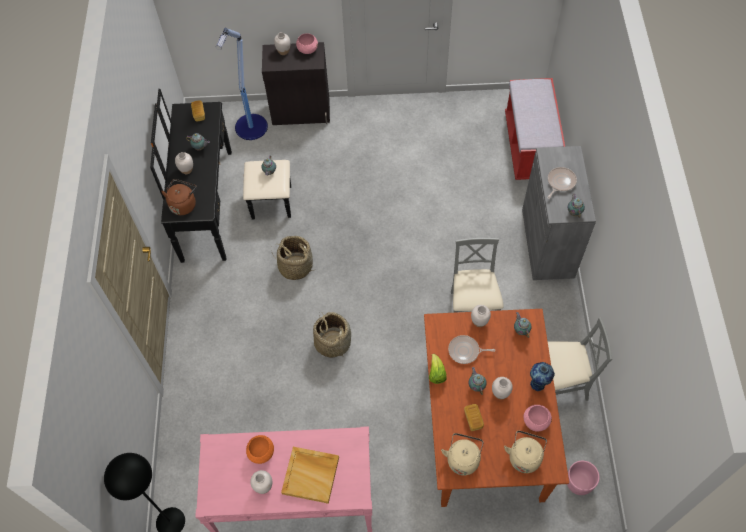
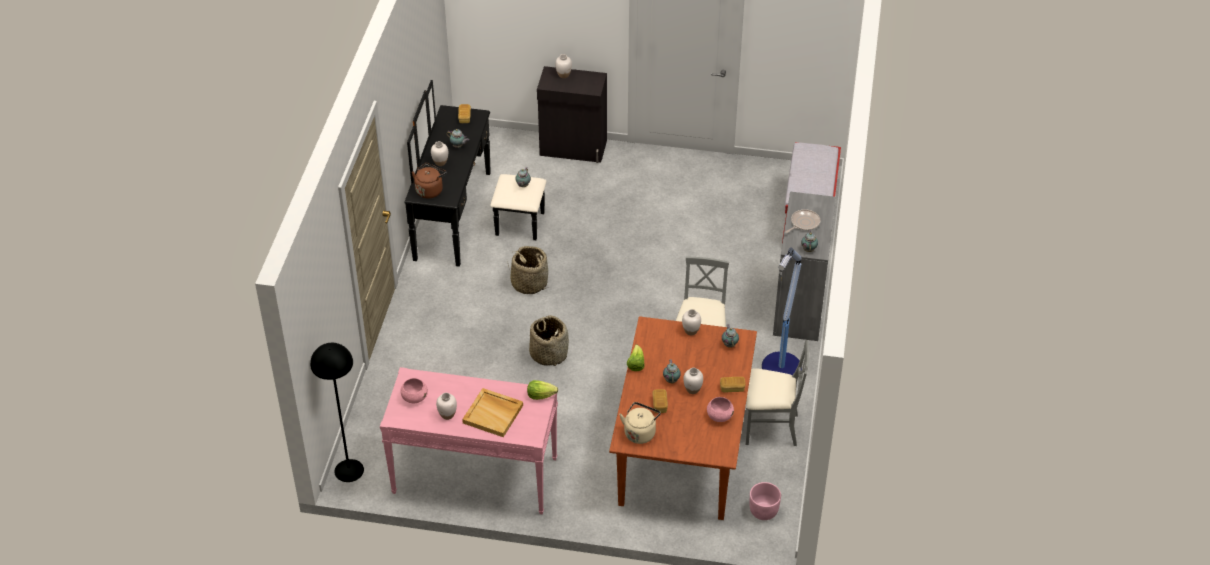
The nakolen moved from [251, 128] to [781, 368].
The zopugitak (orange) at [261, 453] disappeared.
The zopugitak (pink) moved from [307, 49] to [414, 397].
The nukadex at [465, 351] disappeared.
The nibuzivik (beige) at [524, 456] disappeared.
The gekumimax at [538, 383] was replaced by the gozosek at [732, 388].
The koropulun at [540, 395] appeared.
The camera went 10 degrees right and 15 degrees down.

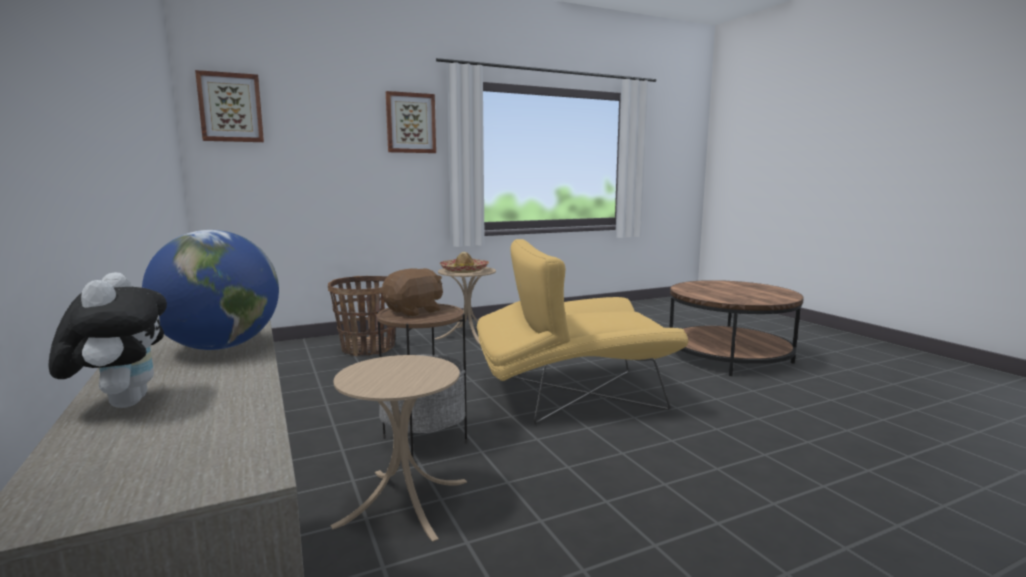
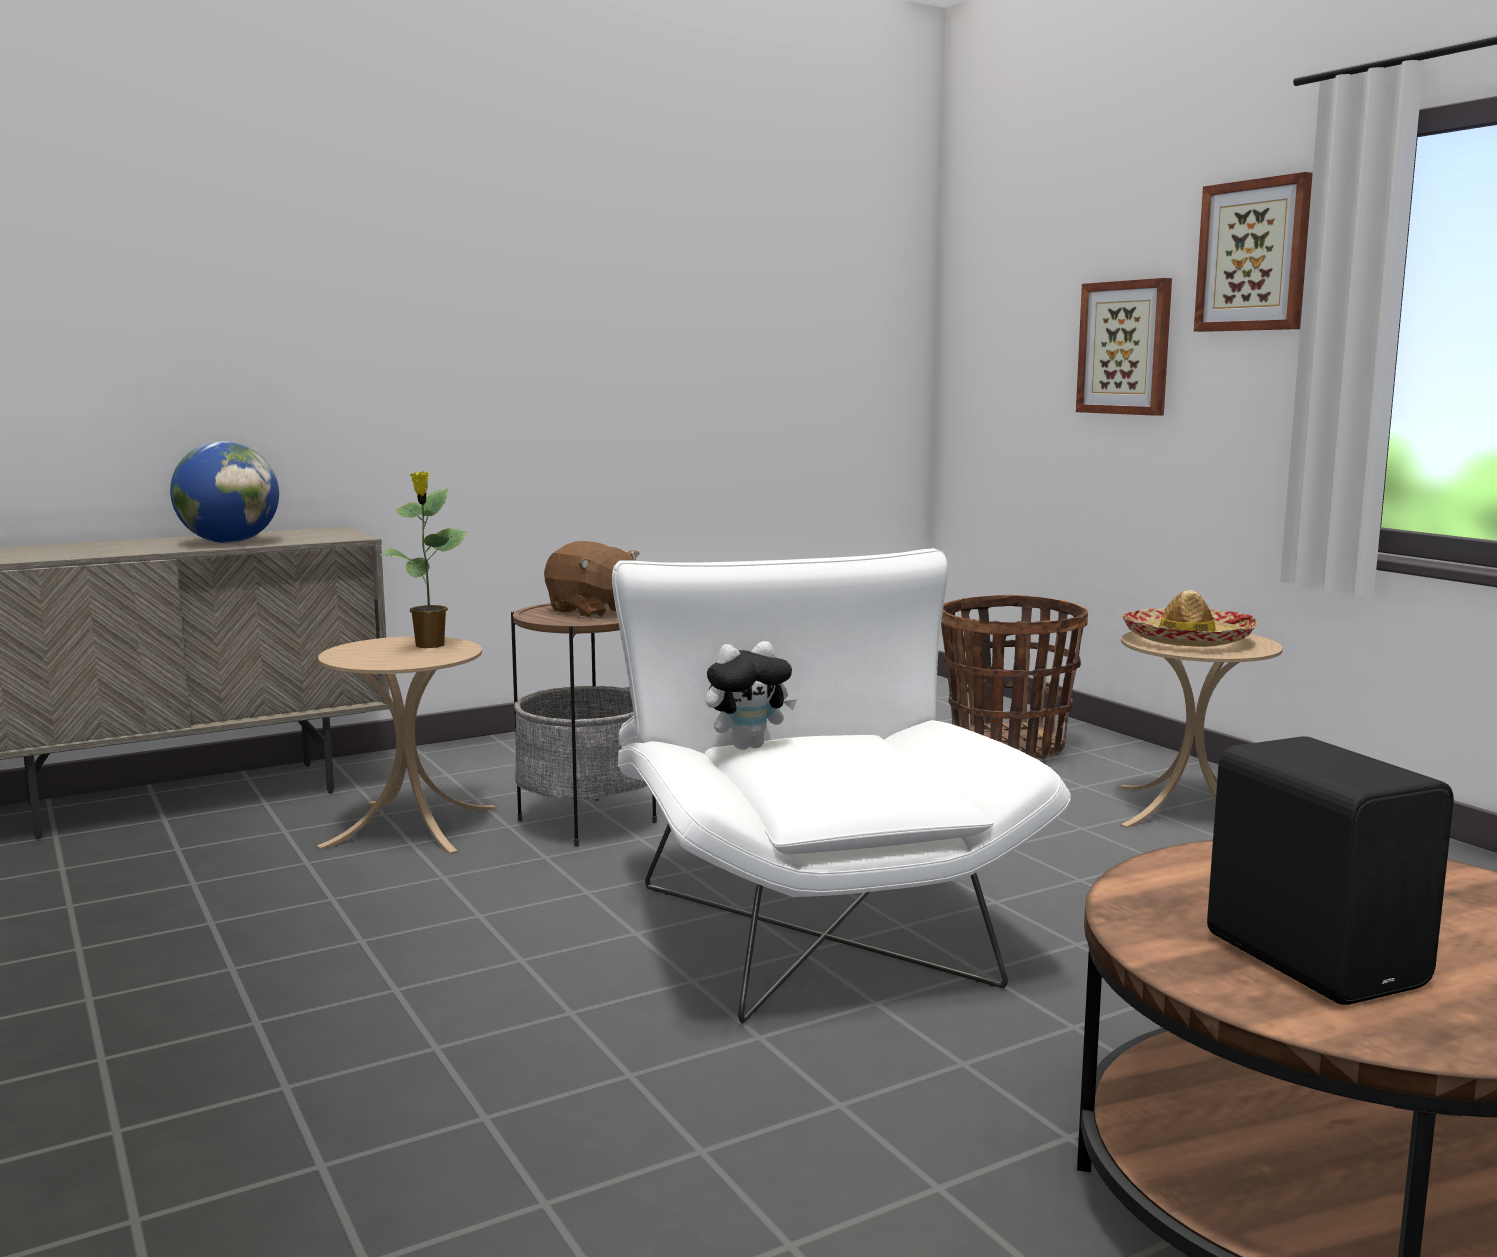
The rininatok moved from [122, 403] to [748, 746].
The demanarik moved from [230, 107] to [1125, 348].
The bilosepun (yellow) at [571, 395] became the bilosepun (white) at [809, 919].
The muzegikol at [430, 645] appeared.
The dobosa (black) at [1316, 959] appeared.
The camera went 85 degrees right and 0 degrees up.

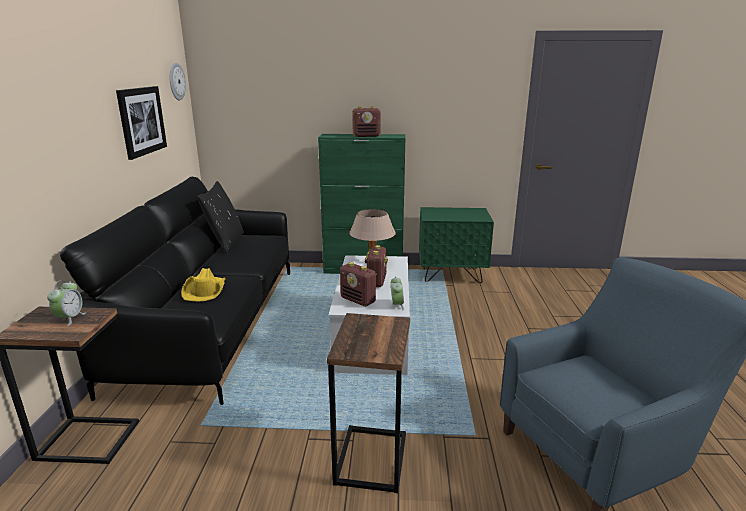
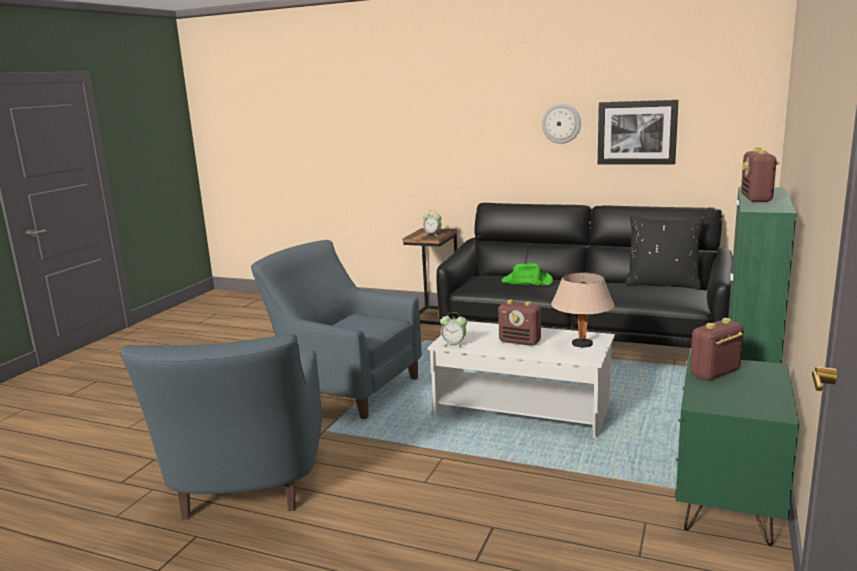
The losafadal moved from [176, 81] to [561, 123].
The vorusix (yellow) at [205, 290] became the vorusix (green) at [526, 281].
The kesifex at [370, 458] was replaced by the bilosepun (blue) at [343, 388].
The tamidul moved from [358, 300] to [714, 373].
The camera went 110 degrees right and 5 degrees down.

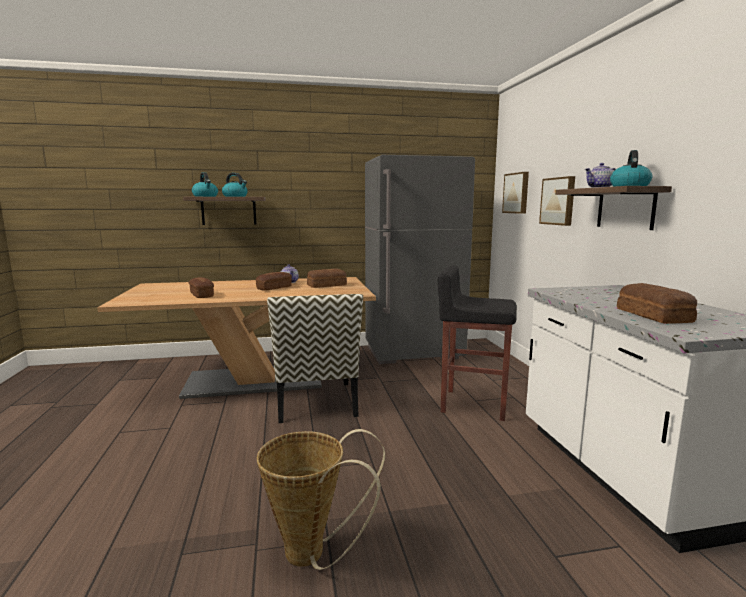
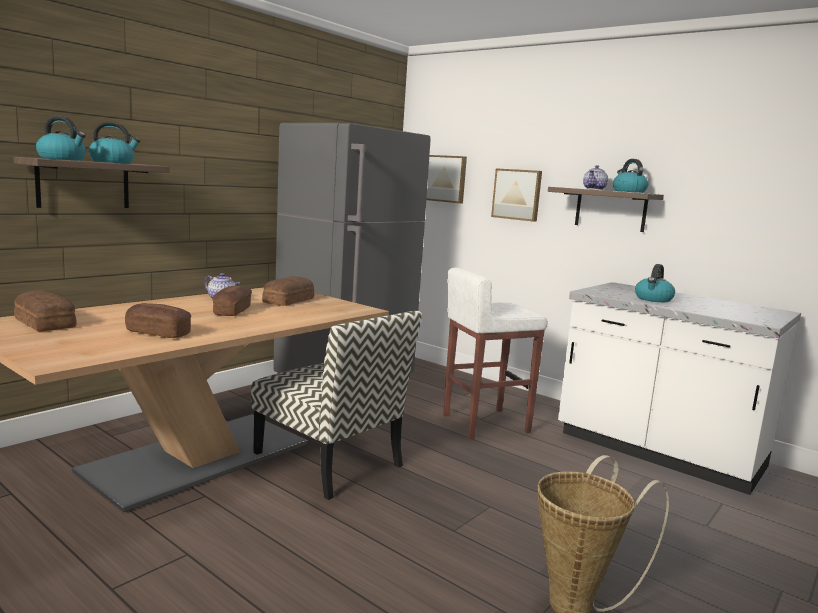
The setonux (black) at [473, 404] became the setonux (white) at [483, 423].
The gozosek moved from [653, 315] to [46, 323].
The nibuzivik at [653, 299] appeared.
The camera went 40 degrees left and 0 degrees up.

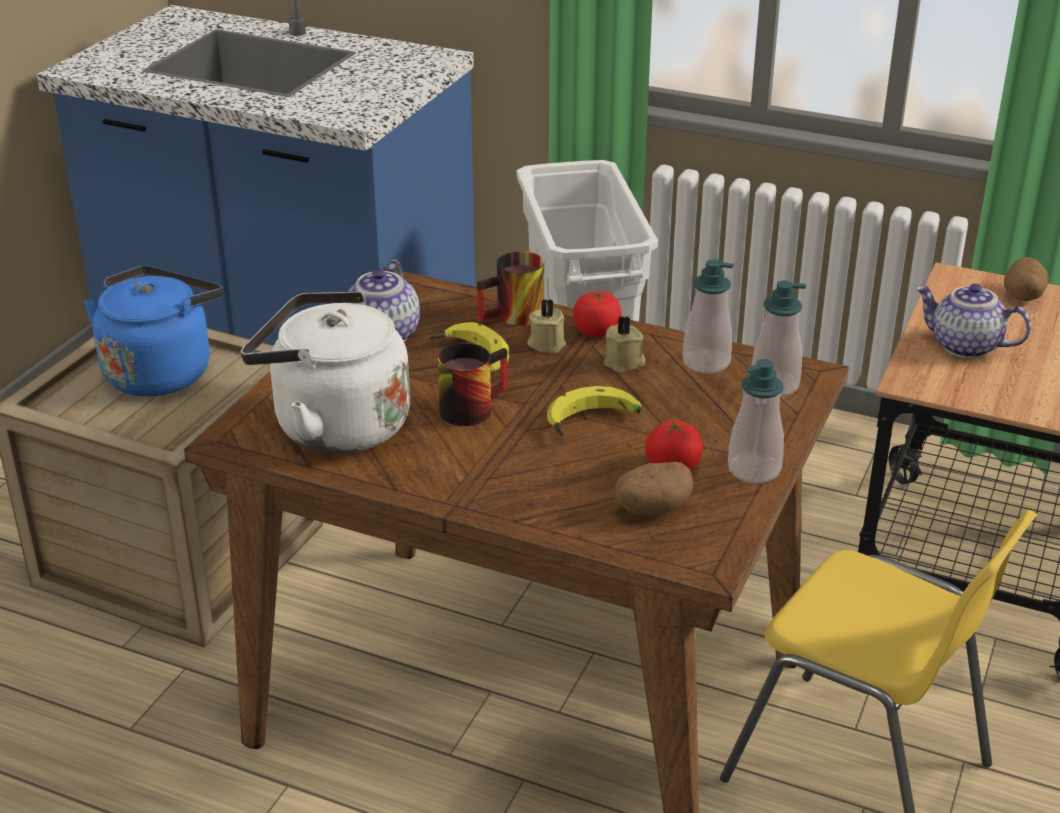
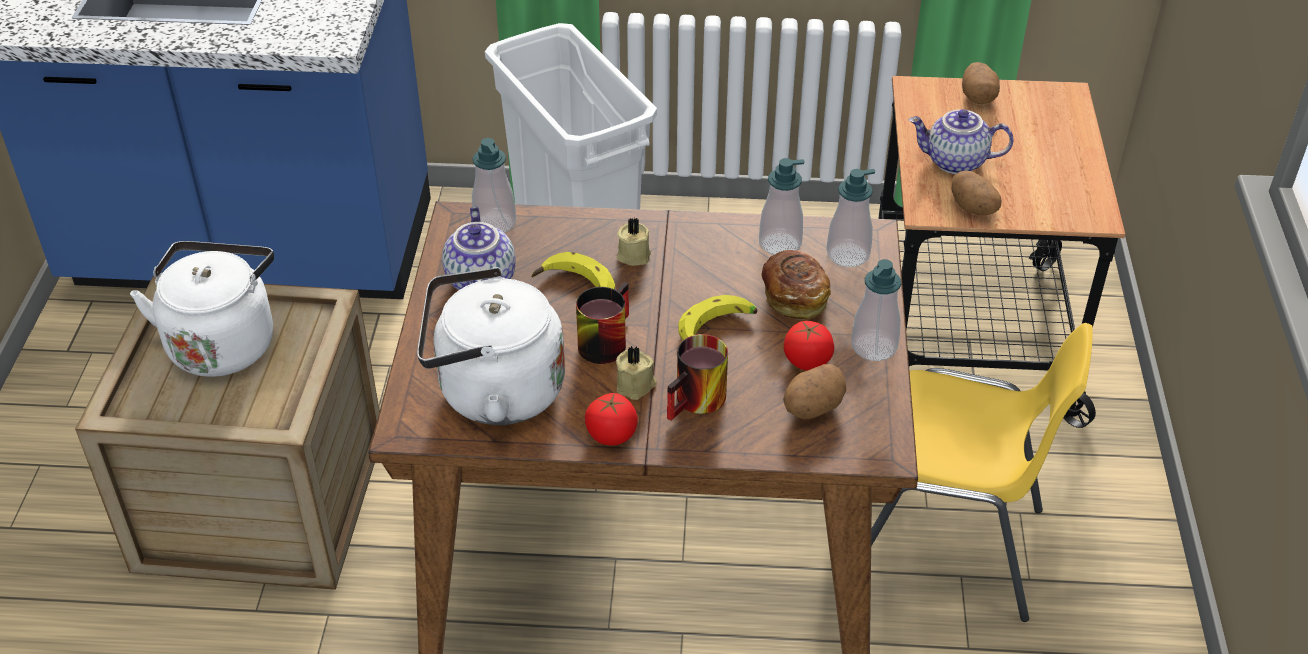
The nibuzivik (blue) at [161, 371] became the nibuzivik (white) at [223, 342].
The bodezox moved from [514, 318] to [698, 403].
The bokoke moved from [597, 331] to [612, 434].
The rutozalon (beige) moved from [624, 362] to [636, 386].
The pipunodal at [495, 223] appeared.
The gozosek at [794, 297] appeared.
The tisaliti at [974, 208] appeared.
The camera went 20 degrees left and 10 degrees up.

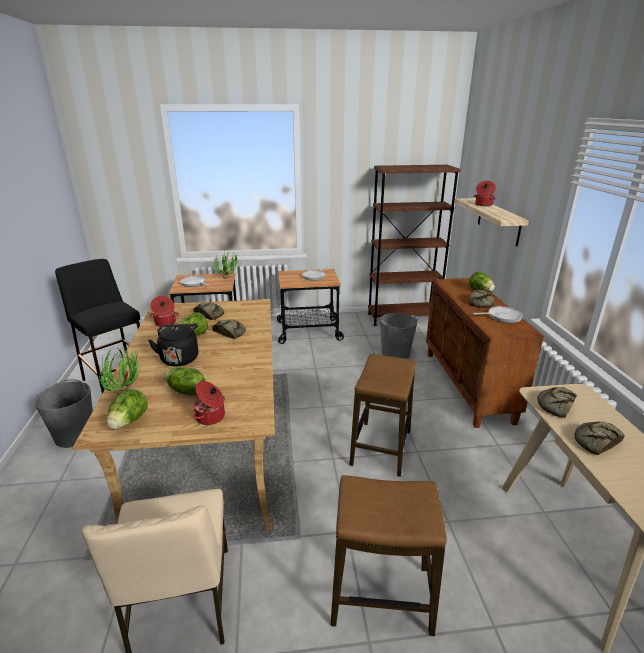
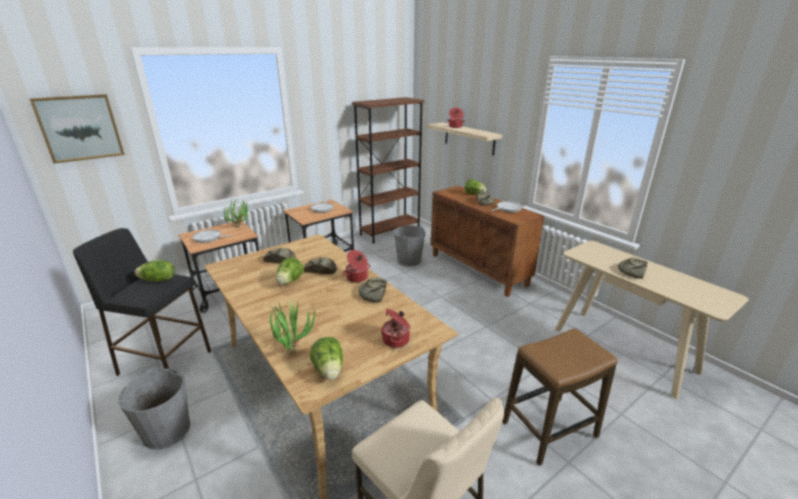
The nibuzivik (black) at [180, 358] disappeared.
The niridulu moved from [165, 323] to [357, 278].
The koropulun moved from [186, 391] to [158, 280].
The setonux at [381, 447] disappeared.
The gozosek moved from [556, 406] to [374, 294].
The demanarik at [80, 128] appeared.
The camera went 30 degrees left and 0 degrees up.

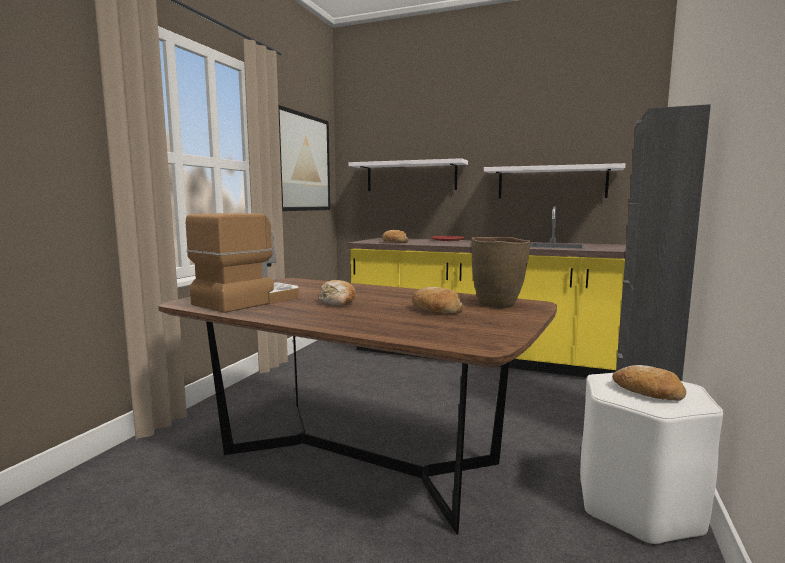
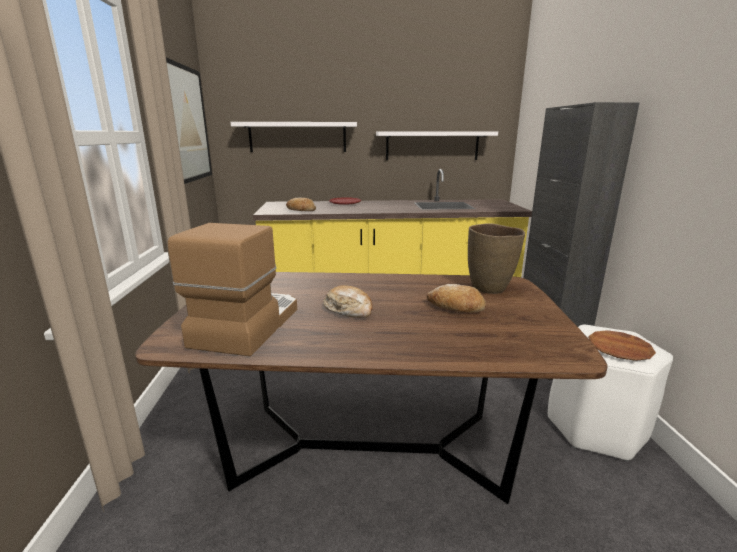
The gozosek at [647, 392] was replaced by the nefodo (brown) at [619, 349].
The camera went 25 degrees left and 10 degrees up.

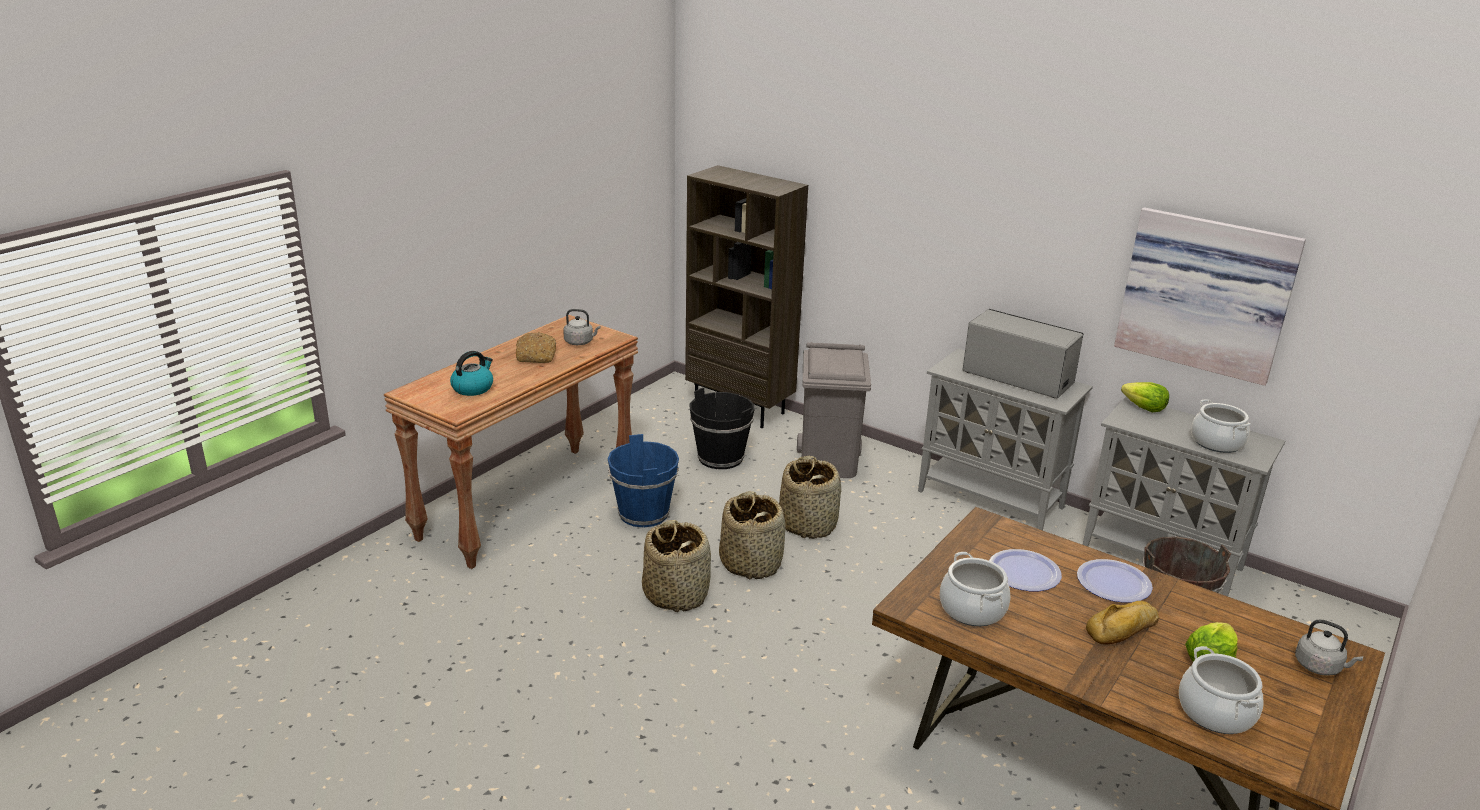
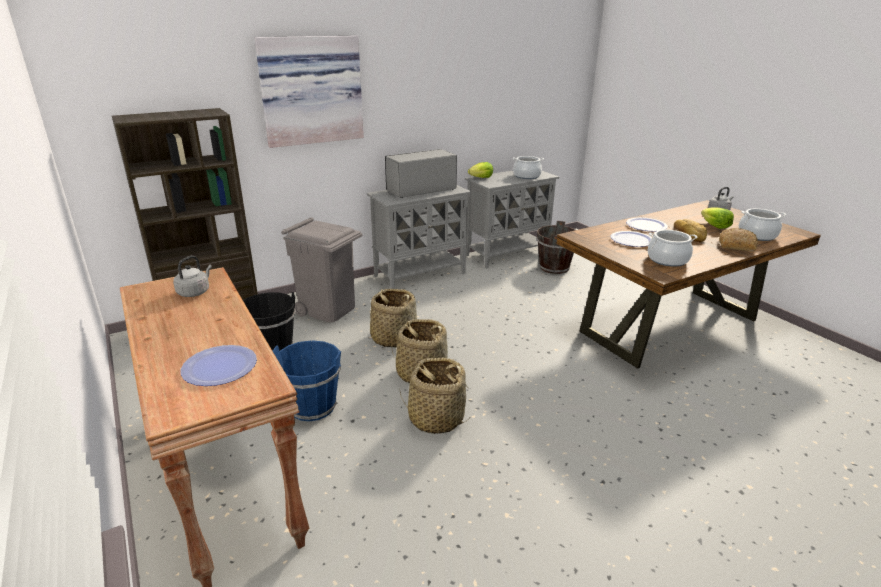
The nibuzivik at [473, 388] was replaced by the nefodo at [219, 367].
The gozosek moved from [537, 356] to [737, 246].
The demanarik moved from [1206, 293] to [311, 90].
The camera went 65 degrees left and 0 degrees up.

